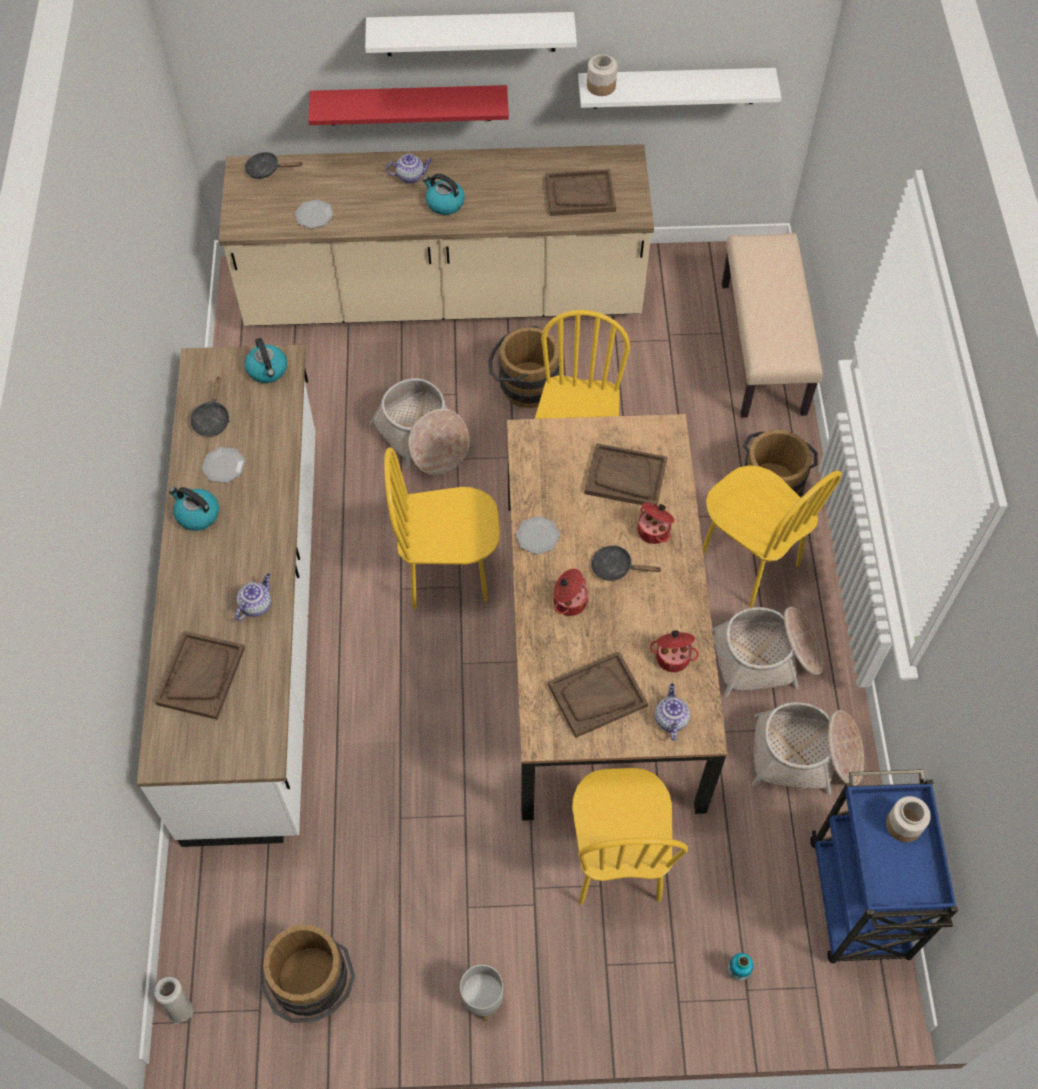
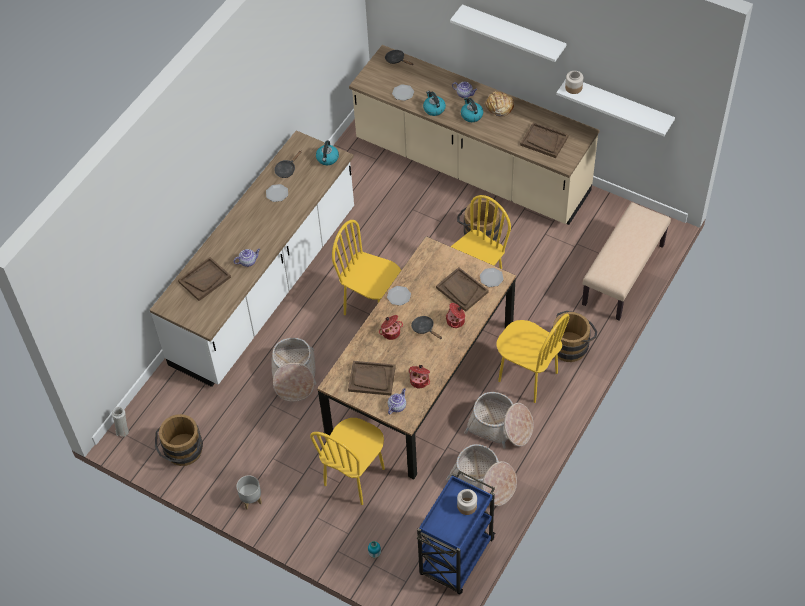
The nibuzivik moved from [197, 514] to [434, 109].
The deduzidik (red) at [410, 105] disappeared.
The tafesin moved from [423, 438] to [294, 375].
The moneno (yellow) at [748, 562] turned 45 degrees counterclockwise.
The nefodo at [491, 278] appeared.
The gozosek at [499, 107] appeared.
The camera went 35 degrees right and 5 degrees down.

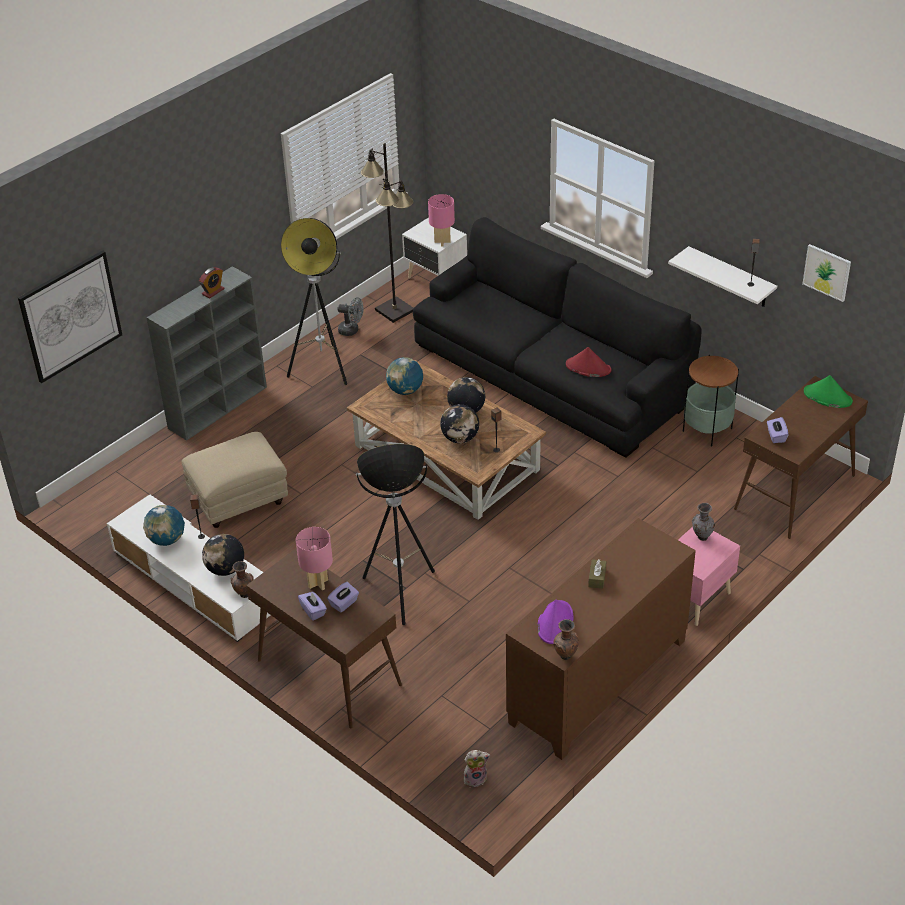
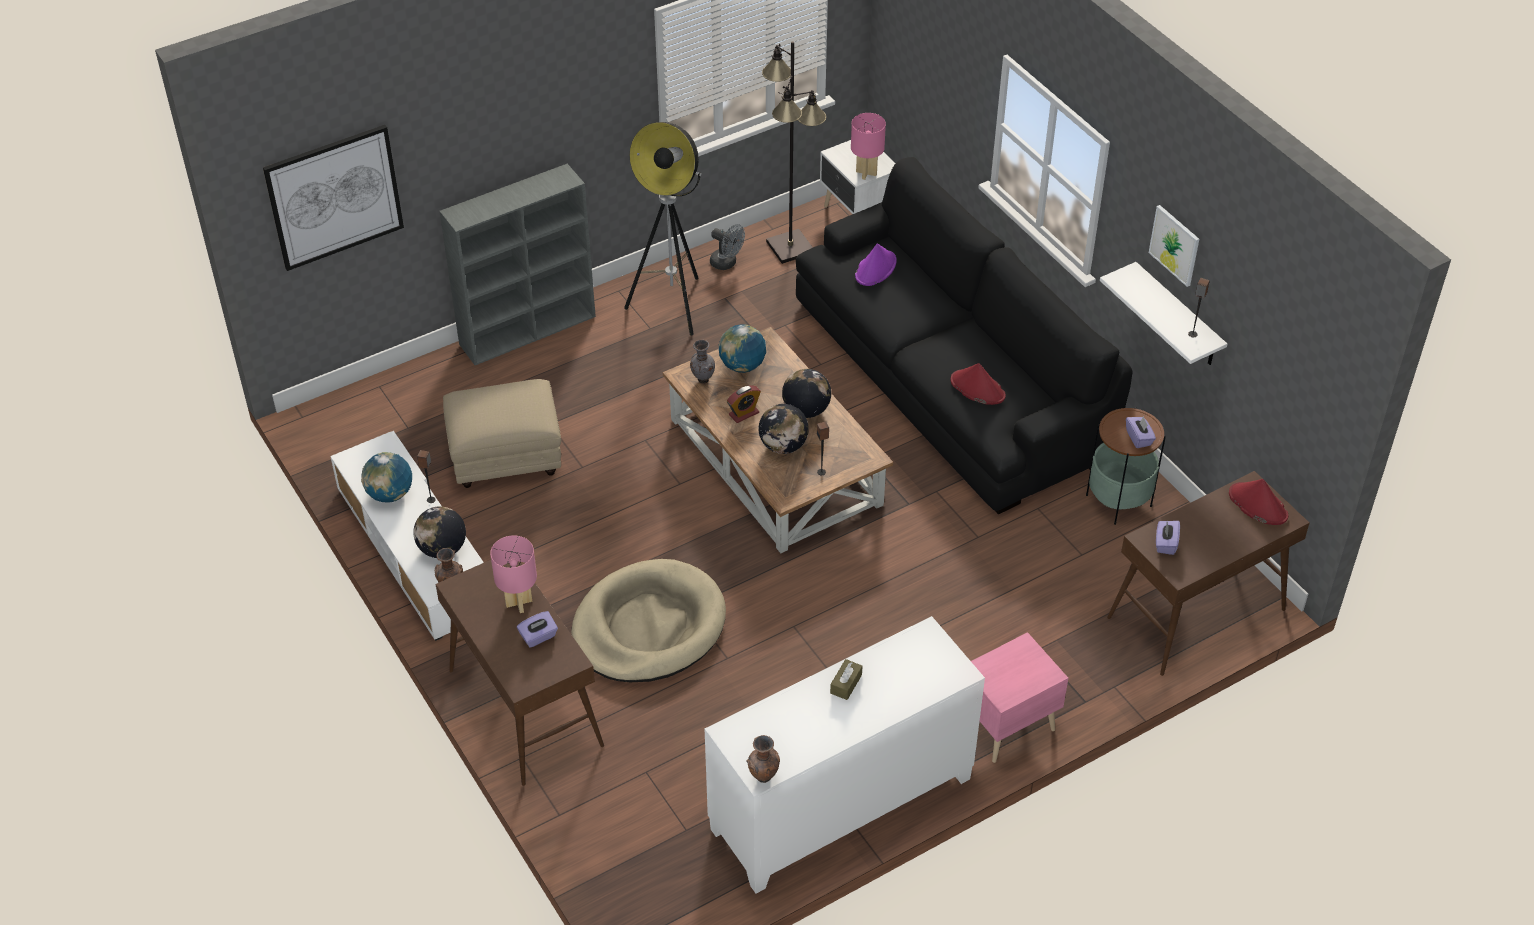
The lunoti moved from [213, 291] to [744, 414].
The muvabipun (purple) moved from [313, 611] to [1139, 438].
The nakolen at [400, 593] was replaced by the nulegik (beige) at [648, 627].
The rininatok at [475, 778] disappeared.
The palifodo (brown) at [599, 682] became the palifodo (white) at [842, 805].
The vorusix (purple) moved from [555, 623] to [875, 269].
The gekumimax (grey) moved from [701, 537] to [702, 379].
The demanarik moved from [827, 272] to [1175, 245].
The vorusix (green) at [827, 397] became the vorusix (red) at [1257, 504].
The camera went 15 degrees right and 5 degrees up.

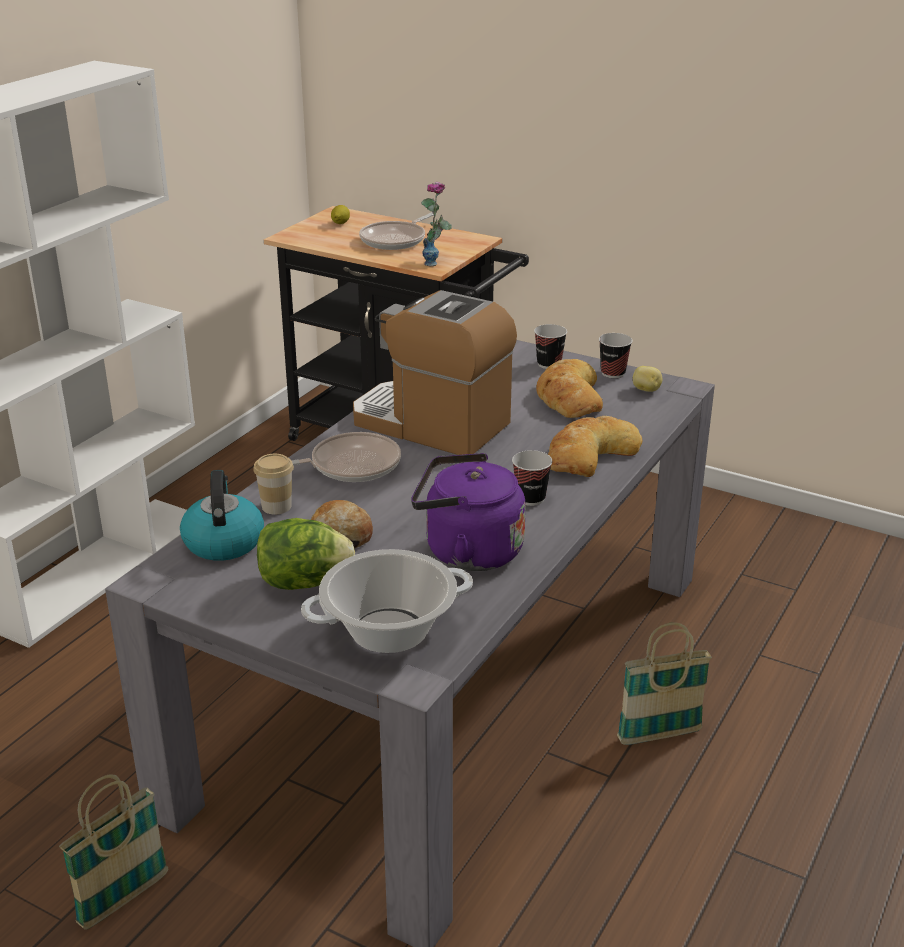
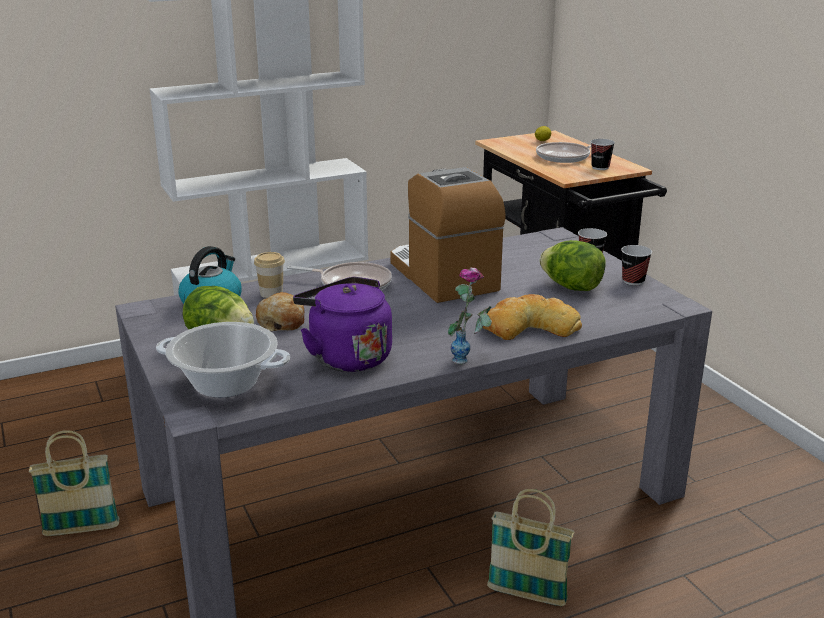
The gekumimax moved from [436, 261] to [470, 359].
The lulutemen moved from [530, 498] to [600, 167].
The gozosek at [568, 397] was replaced by the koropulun at [571, 287].
The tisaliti at [646, 390] disappeared.
The camera went 35 degrees right and 5 degrees down.

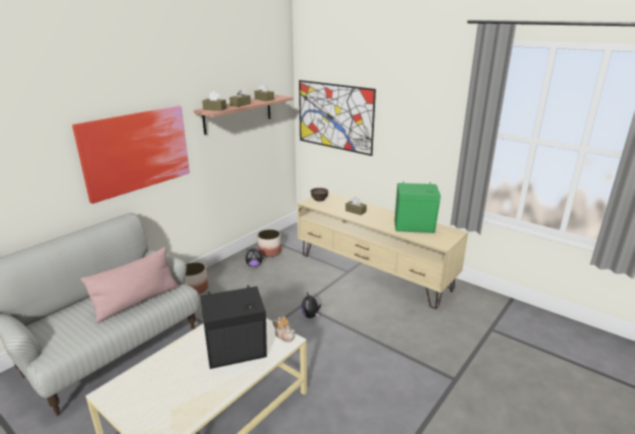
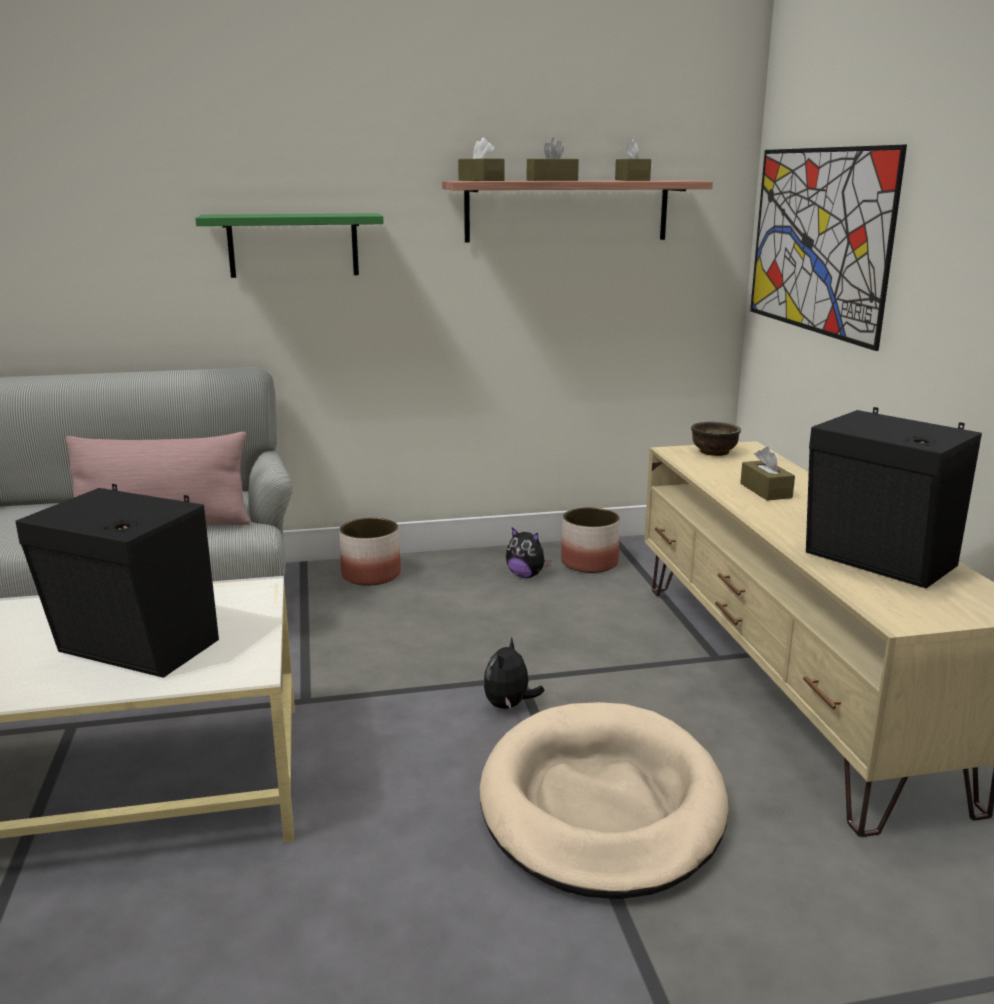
The demanarik at [136, 151] was replaced by the deduzidik (green) at [293, 245].
The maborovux at [284, 335] disappeared.
The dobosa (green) at [415, 228] became the dobosa (black) at [879, 562].
The nulegik (beige) at [601, 805] appeared.
The camera went 40 degrees right and 5 degrees down.

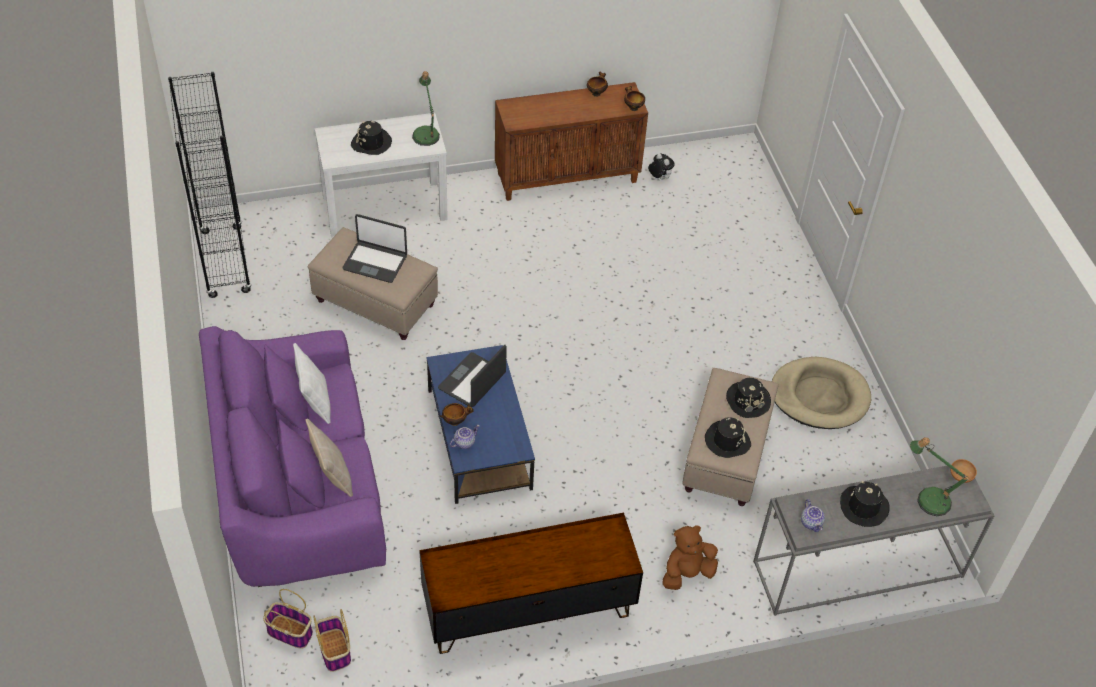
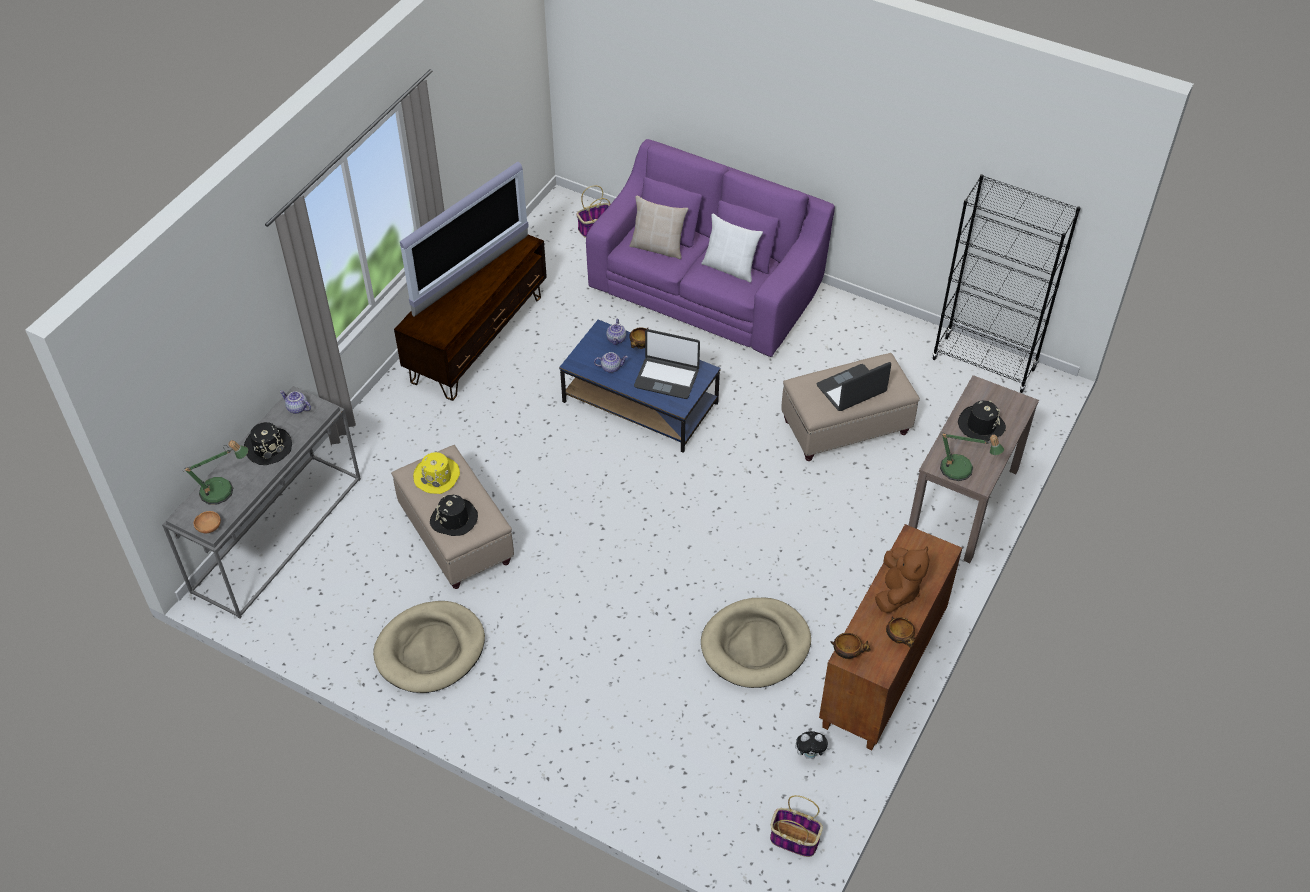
The tafesin moved from [335, 650] to [793, 839].
The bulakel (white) at [385, 207] became the bulakel (brown) at [963, 502].
The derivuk at [473, 381] turned 120 degrees clockwise.
The rininatok (brown) moved from [687, 573] to [897, 592].
The vorusix (black) at [727, 441] became the vorusix (yellow) at [437, 476].
The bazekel at [472, 276] appeared.
The maborovux at [611, 367] appeared.
The nulegik (beige) at [755, 645] appeared.
The camera went 135 degrees right and 0 degrees up.

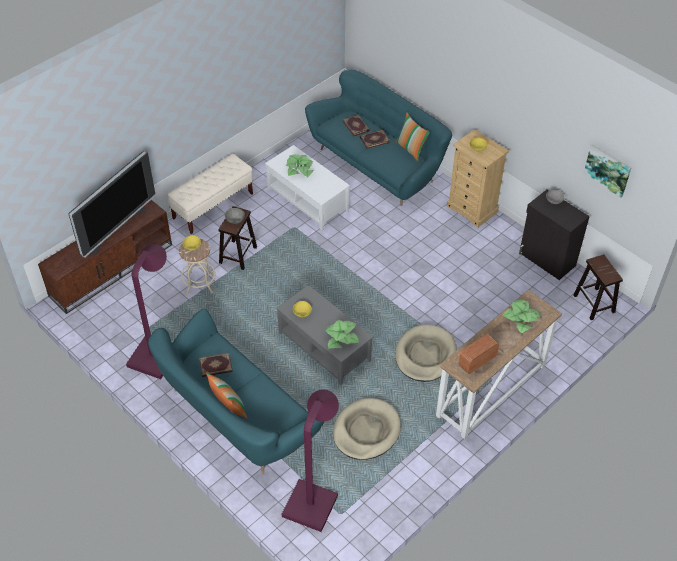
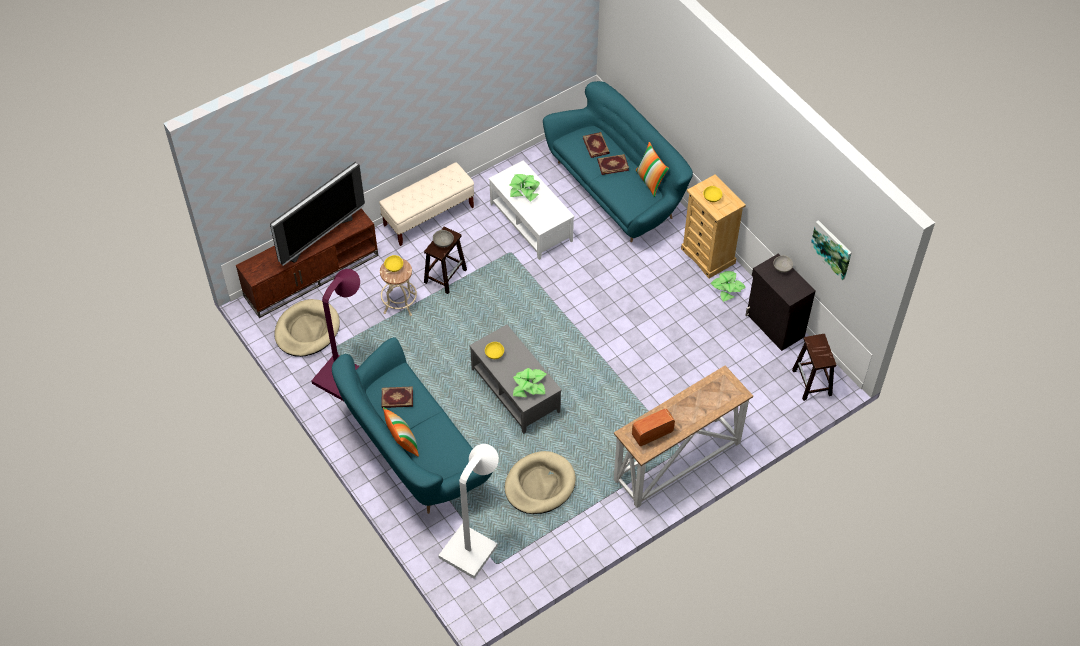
The nakolen (purple) at [313, 499] became the nakolen (white) at [473, 545].
The nulegik (beige) moved from [425, 355] to [307, 330].
The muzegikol moved from [521, 318] to [727, 288].
The camera went 10 degrees right and 5 degrees up.

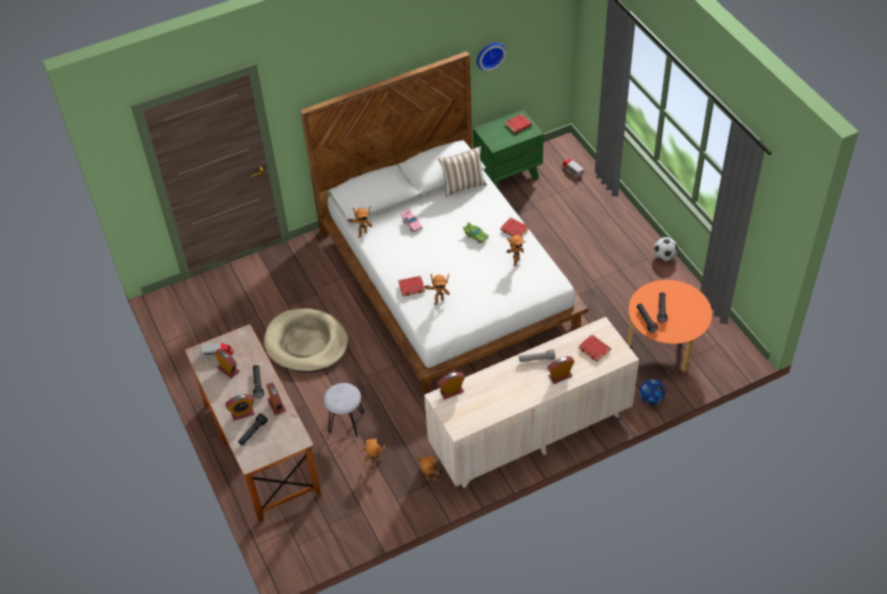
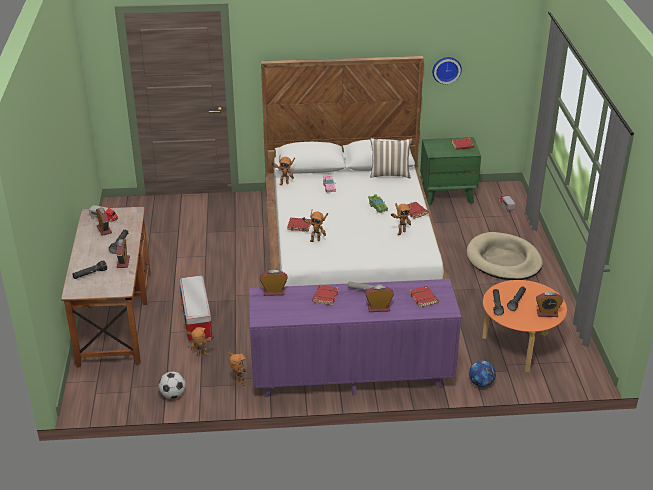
The lunoti moved from [242, 413] to [547, 313].
The nulegik (beige) moved from [306, 343] to [503, 260].
The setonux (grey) at [346, 422] was replaced by the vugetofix at [197, 321].
The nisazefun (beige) at [530, 433] became the nisazefun (purple) at [351, 375].
The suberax moved from [664, 257] to [173, 395].
The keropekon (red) at [325, 296] appeared.
The camera went 20 degrees right and 15 degrees down.

